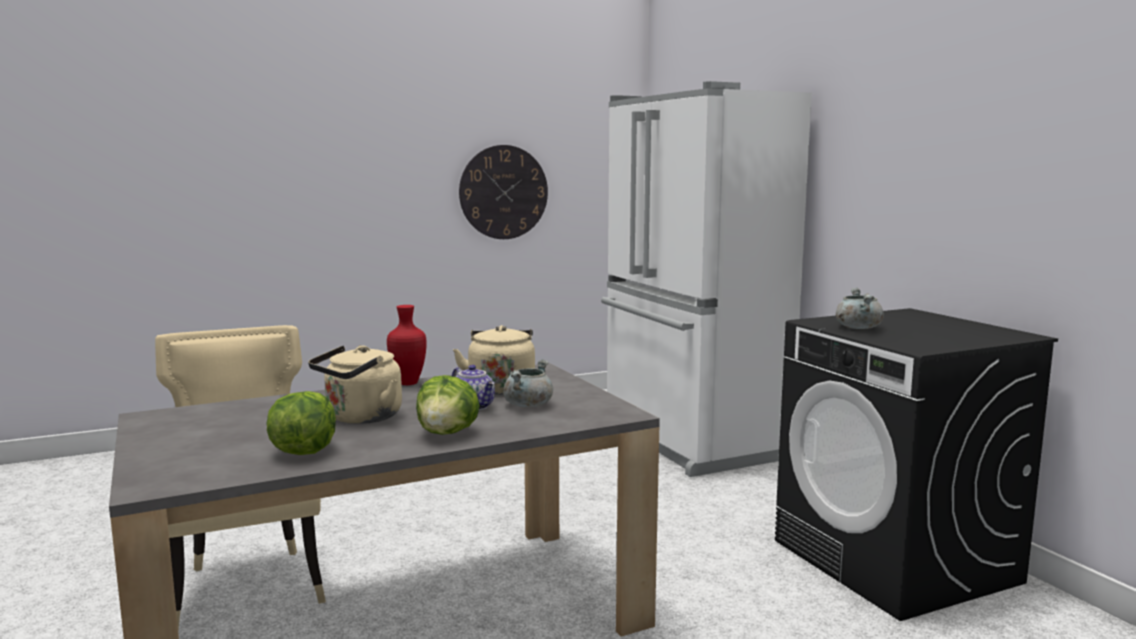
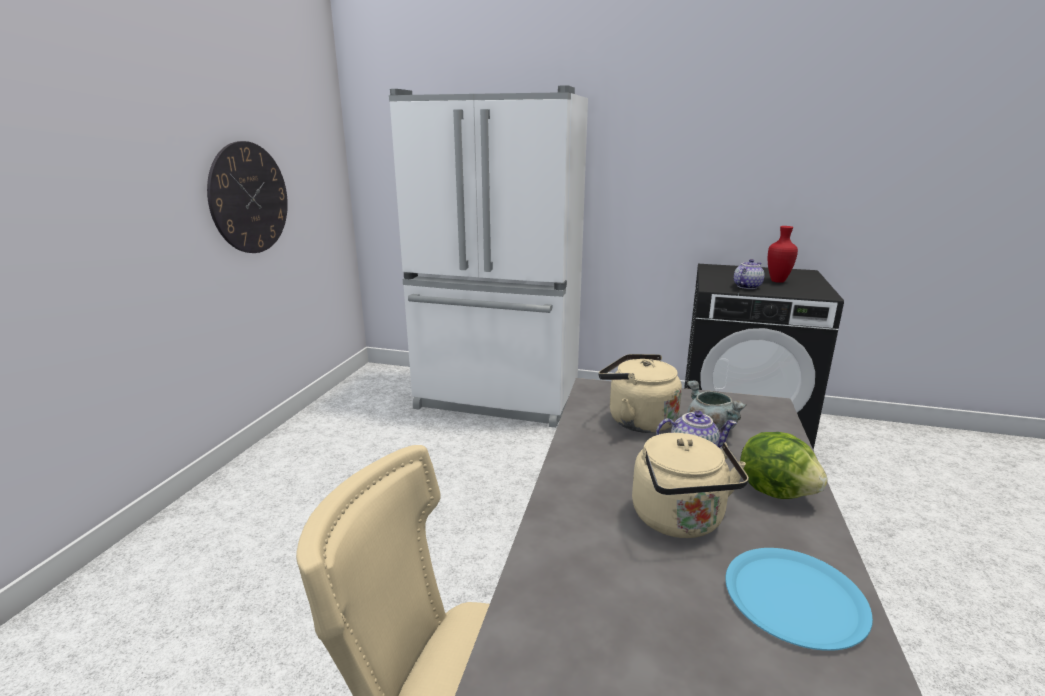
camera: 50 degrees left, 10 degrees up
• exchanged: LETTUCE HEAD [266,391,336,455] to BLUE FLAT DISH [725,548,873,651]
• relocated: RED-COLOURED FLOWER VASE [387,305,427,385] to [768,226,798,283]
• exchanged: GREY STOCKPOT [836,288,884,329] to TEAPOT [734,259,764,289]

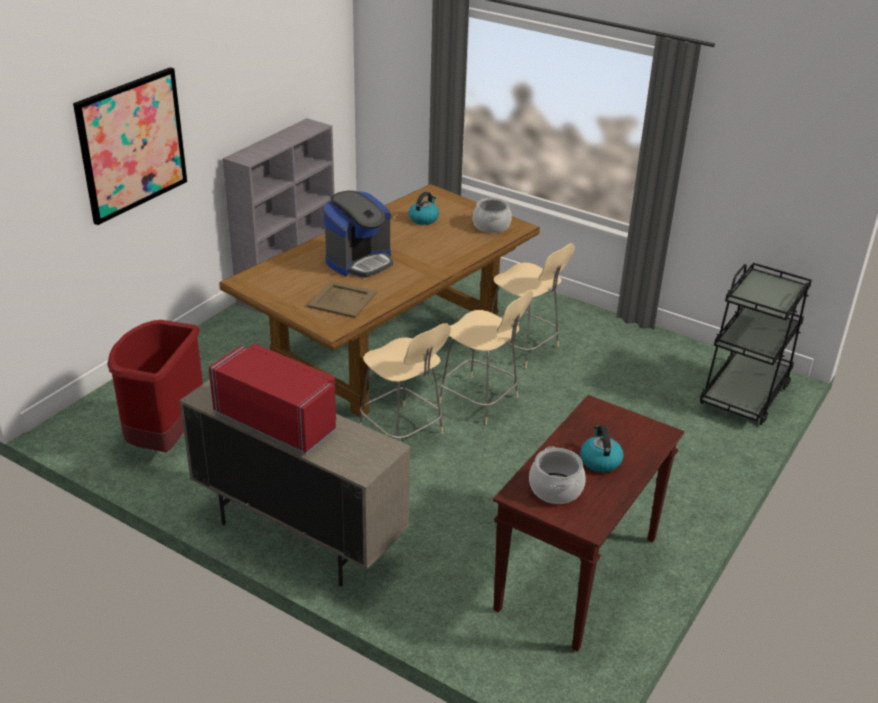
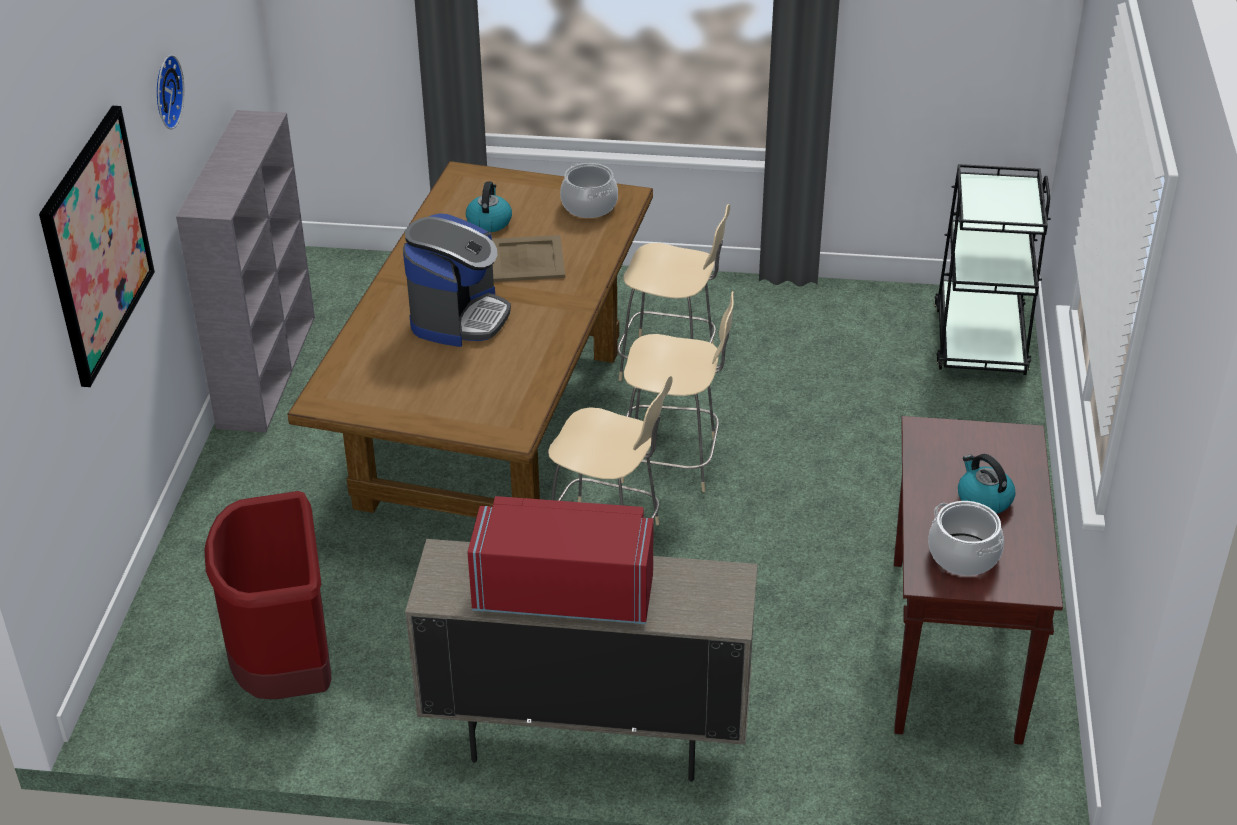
camera: 25 degrees left, 5 degrees up
• relocated: BEIGE SERVING TRAY [307,281,377,318] to [492,235,565,282]
• appeared: HANGING CLOCK [157,55,184,129]

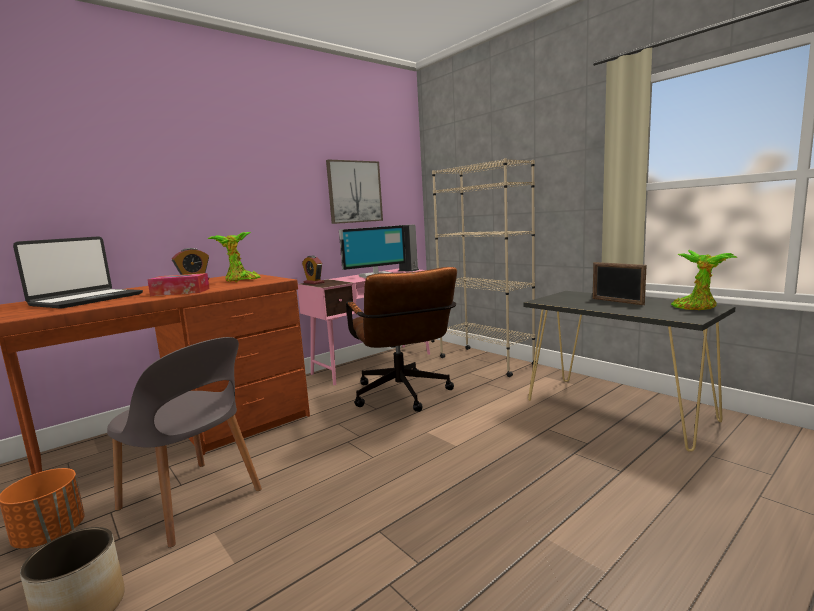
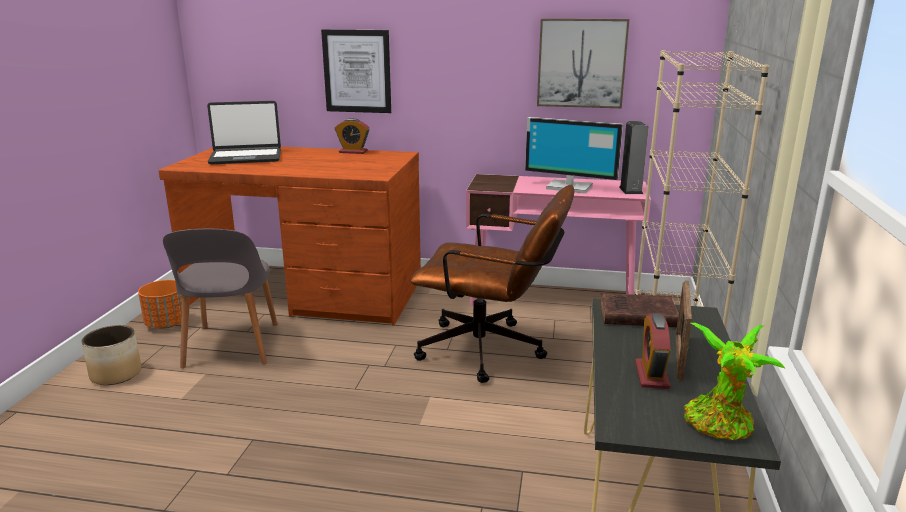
camera: 50 degrees right, 10 degrees up
• missing: BOX OF TISSUES [147,273,210,296]
• missing: POTTED PLANT [208,232,261,282]
• relocated: BEDSIDE CLOCK [302,255,324,284] to [635,314,671,389]
• spun: BROWNISH OFFICE CHAIR [346,267,457,412] = [410,185,574,383] 105 degrees counterclockwise
• appeared: PICTURE [321,29,391,113]
• appeared: BROWNISH VOLUME [600,293,679,327]

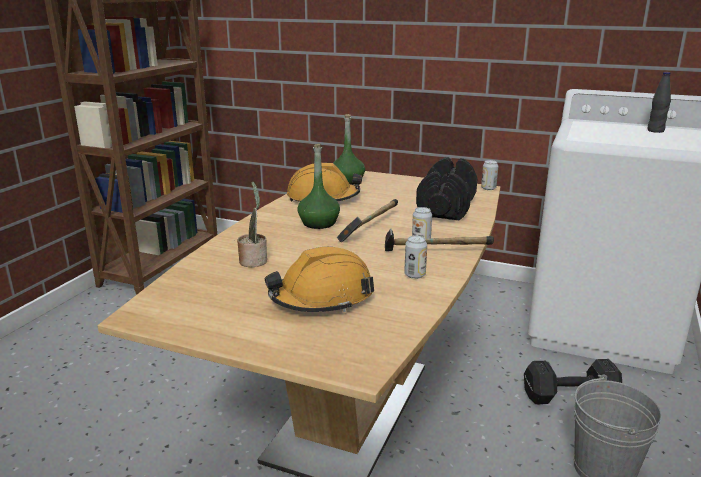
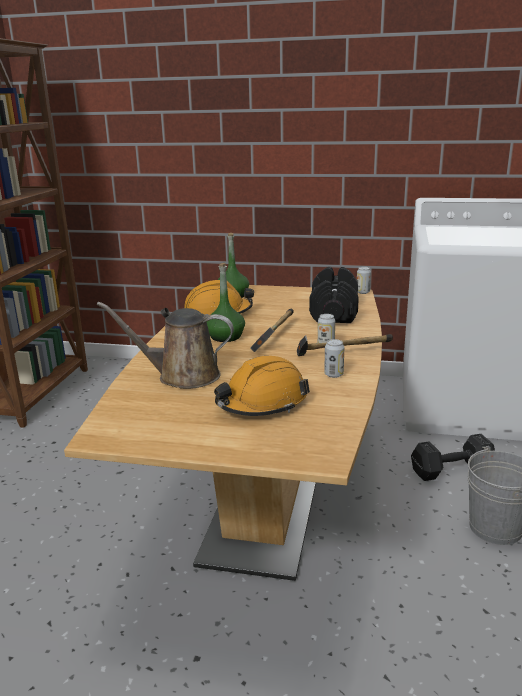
camera: 10 degrees left, 0 degrees up
• exchanged: POTTED PLANT [237,182,267,267] to BROWNISH SPRINKLING CAN [97,302,234,389]
• missing: BLACK-COLOURED BEVERAGE BOTTLE [647,72,671,133]

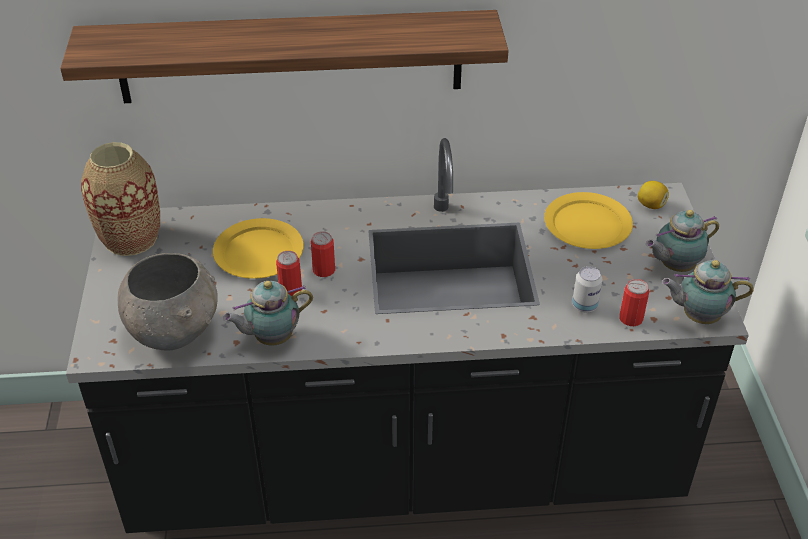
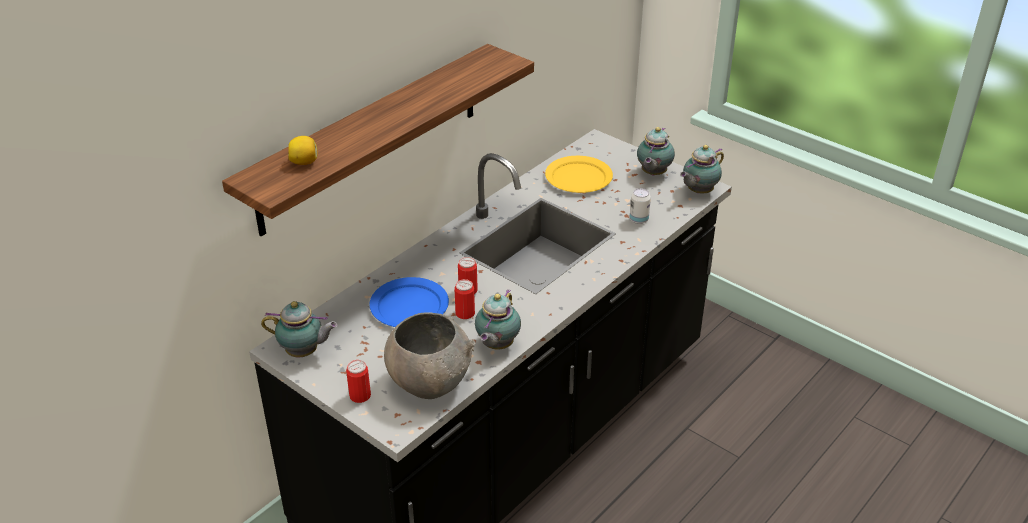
camera: 45 degrees left, 5 degrees down
• exchanged: FLOWER VASE [81,142,160,256] to TEAPOT [261,301,338,357]
• colour: YELLOW-COLOURED FLAT DISH [213,218,304,279] to BLUE FLAT DISH [369,277,449,327]
• relocated: CAN [619,279,649,326] to [346,360,371,403]
• relocated: LEMON [638,181,669,209] to [288,136,318,165]

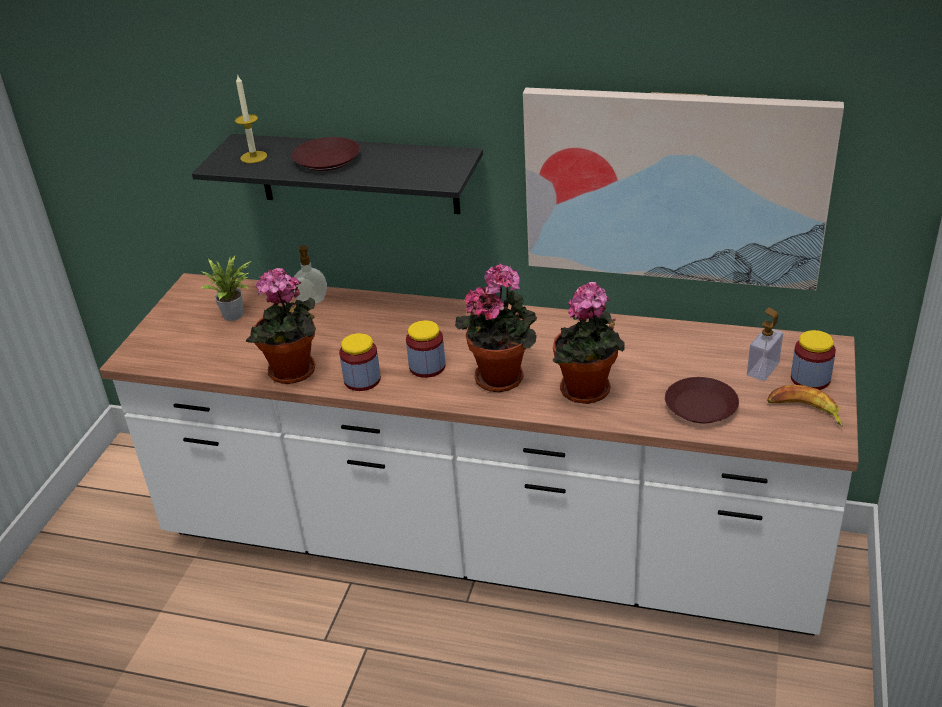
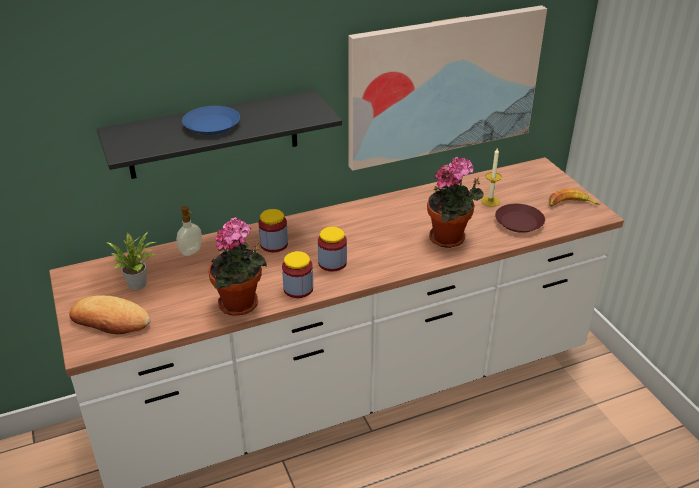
camera: 40 degrees left, 0 degrees up
• relocated: WAX LIGHT [235,74,267,163] to [481,148,502,206]
• colour: BROWNISH FLAT DISH [292,137,360,171] to BLUE FLAT DISH [182,106,240,135]
• missing: POTTED PLANT [455,264,537,392]
• missing: LIQUID SOAP BOTTLE [747,308,783,381]
• relocated: JAR [791,330,836,390] to [258,209,288,252]
• appeared: BREAD [69,295,151,334]

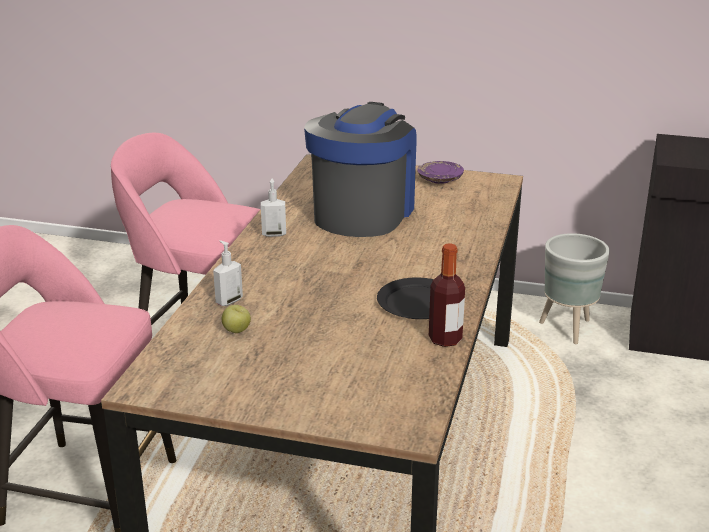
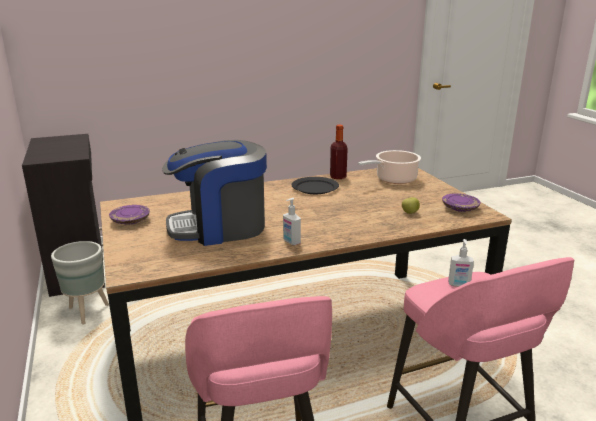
camera: 125 degrees left, 5 degrees down
• relocated: LIQUID SOAP BOTTLE [213,240,243,306] to [448,239,474,287]
• appeared: STOCKPOT [358,150,421,184]
• appeared: PURPLE-COLOURED FLAT DISH [442,193,481,212]

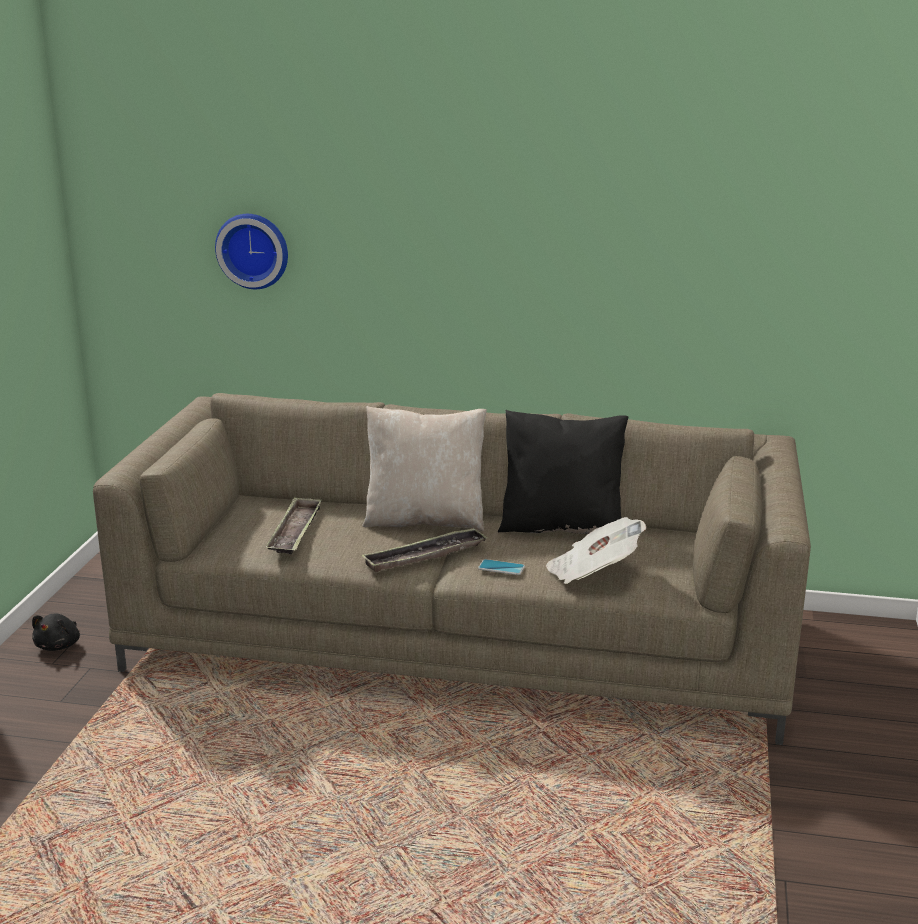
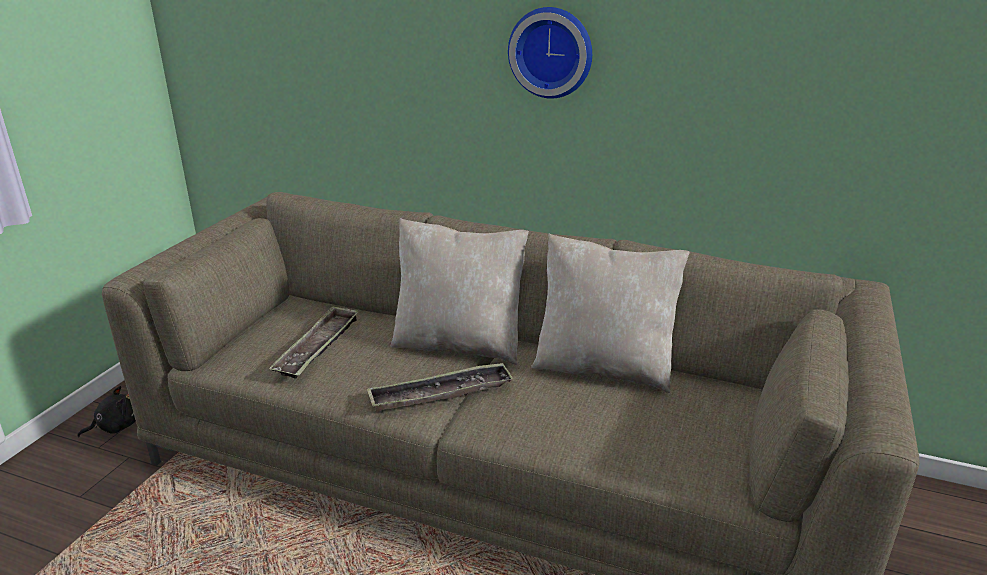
camera: 10 degrees right, 5 degrees up
• spun: BLACK-COLOURED PLUSH TOY [32,613,80,651] = [77,386,136,437] 150 degrees counterclockwise
• relocated: HANGING CLOCK [215,214,288,289] to [508,7,592,99]
• missing: HANDSET [478,559,525,575]
• colour: BLACK-COLOURED THROW PILLOW [498,410,628,534] to BEIGE THROW PILLOW [531,233,690,393]
• missing: NEWSPAPER [546,517,646,584]

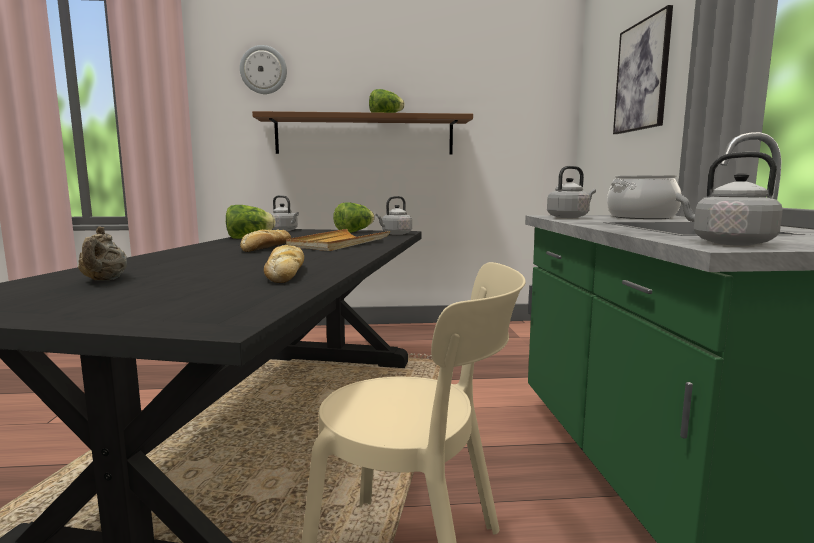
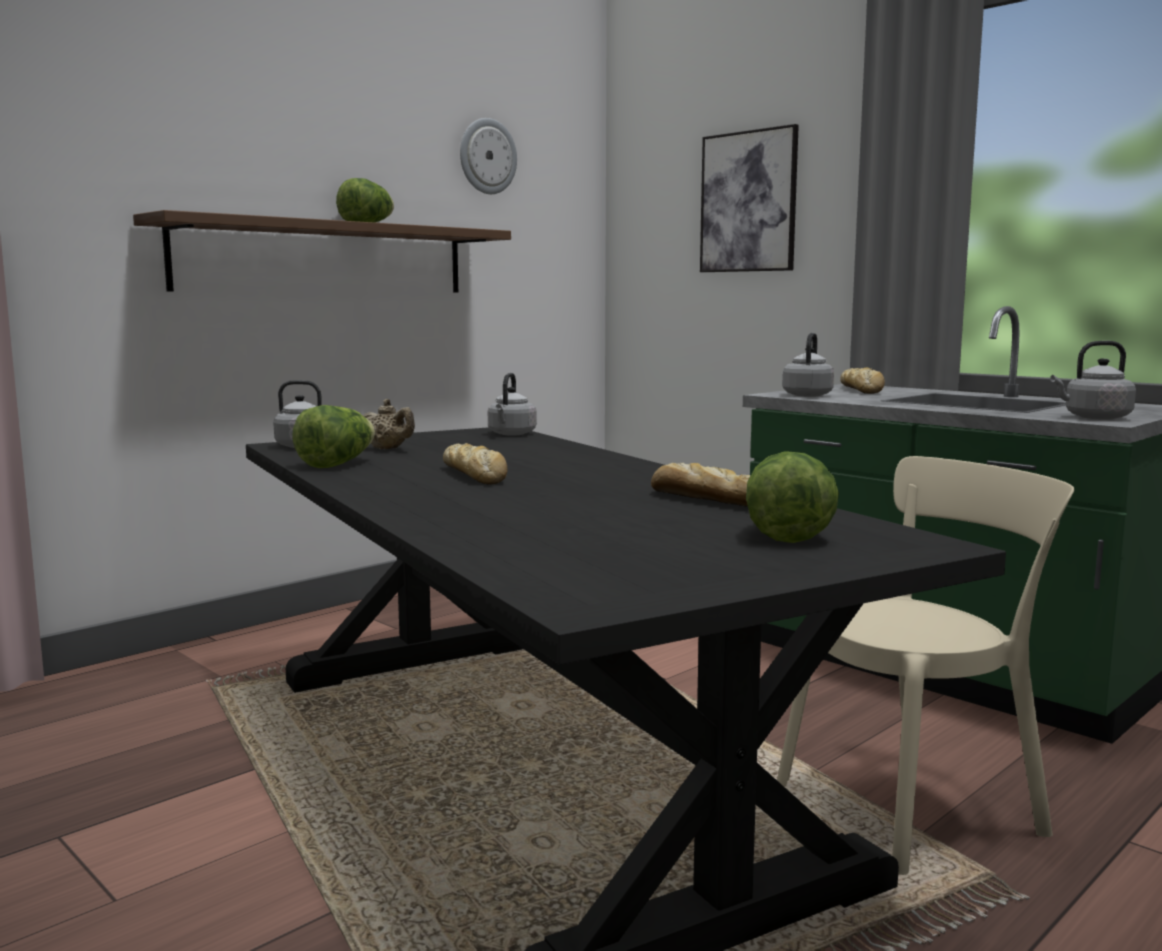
camera: 40 degrees left, 0 degrees up
• relocated: BEIGE TEAPOT [78,226,127,280] to [363,399,415,449]
• relocated: HANGING CLOCK [240,45,287,94] to [460,118,517,194]
• missing: BEIGE SERVING TRAY [286,229,390,251]
• relocated: LETTUCE HEAD [333,202,375,233] to [746,451,839,543]
• exchanged: STOCKPOT [607,175,681,219] to BREAD [840,367,885,394]

